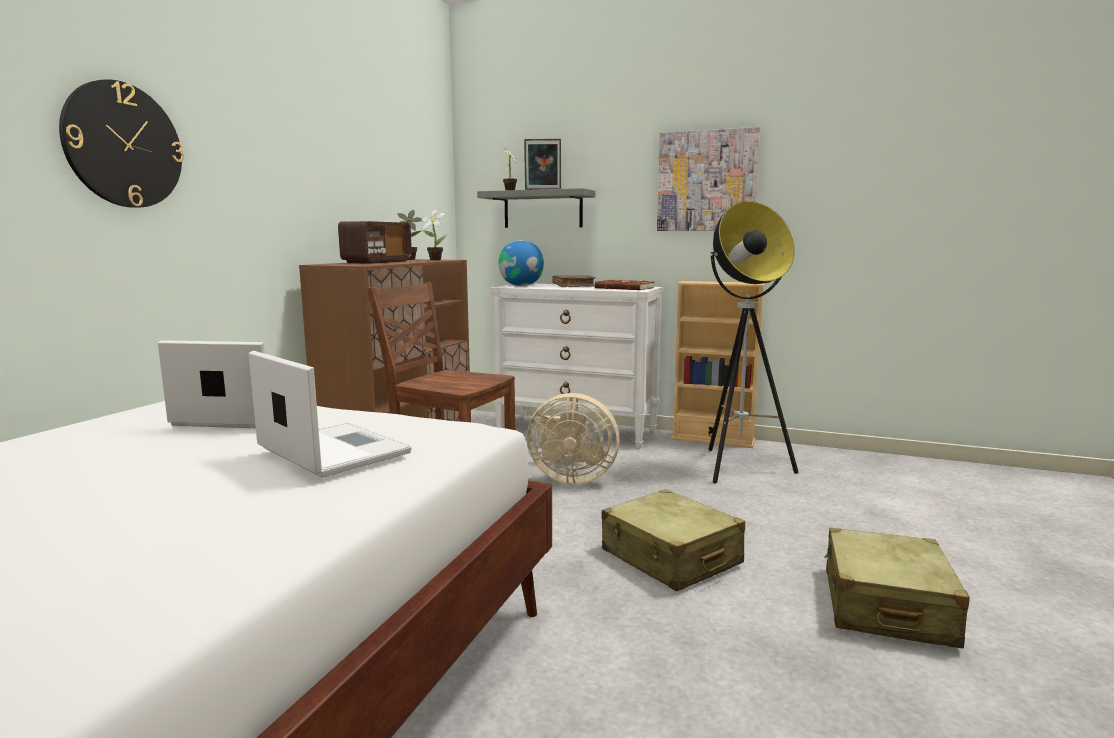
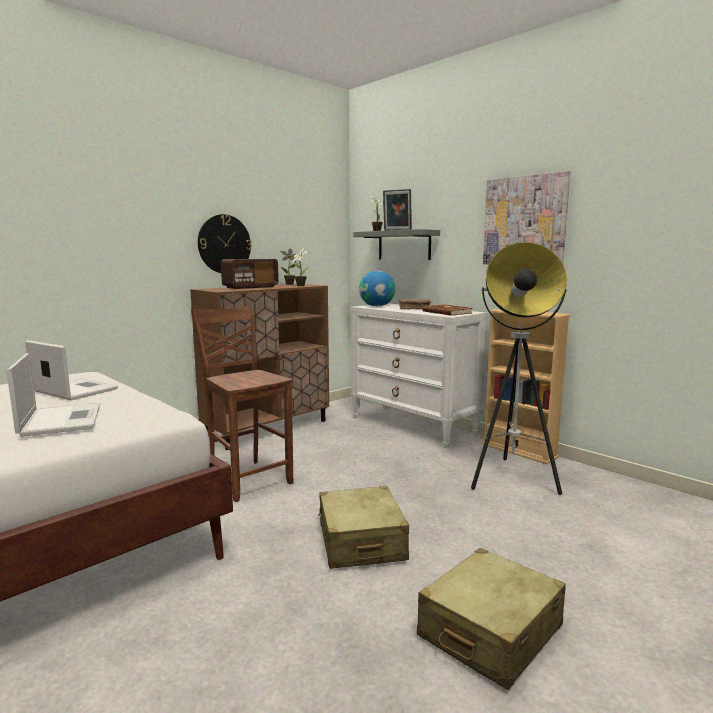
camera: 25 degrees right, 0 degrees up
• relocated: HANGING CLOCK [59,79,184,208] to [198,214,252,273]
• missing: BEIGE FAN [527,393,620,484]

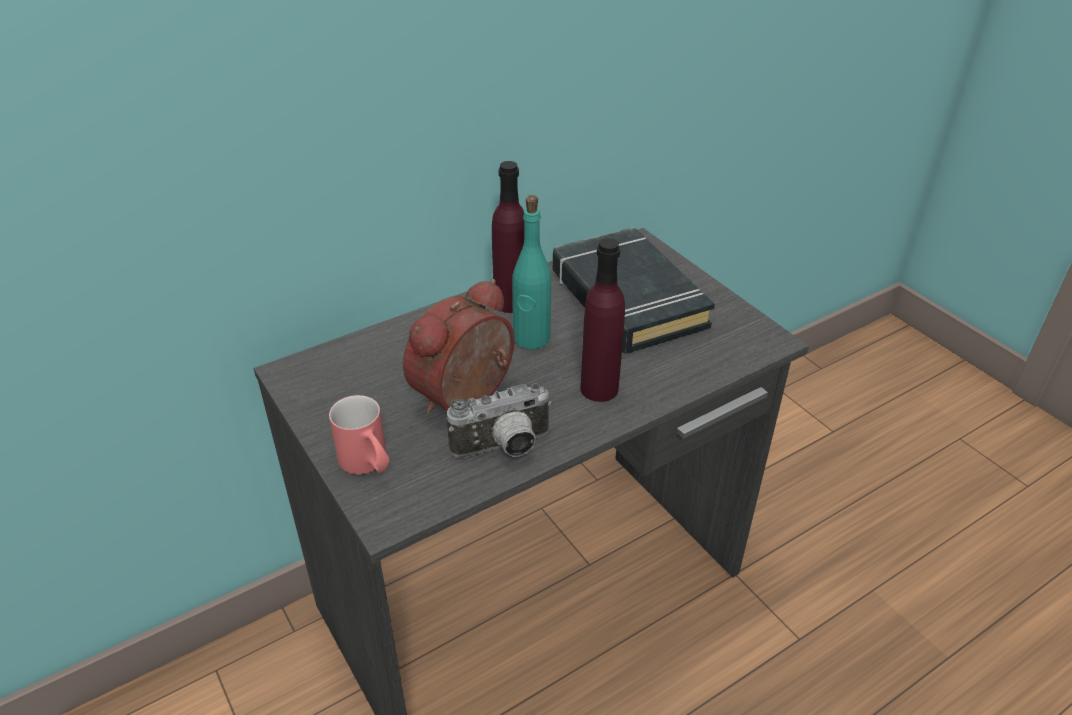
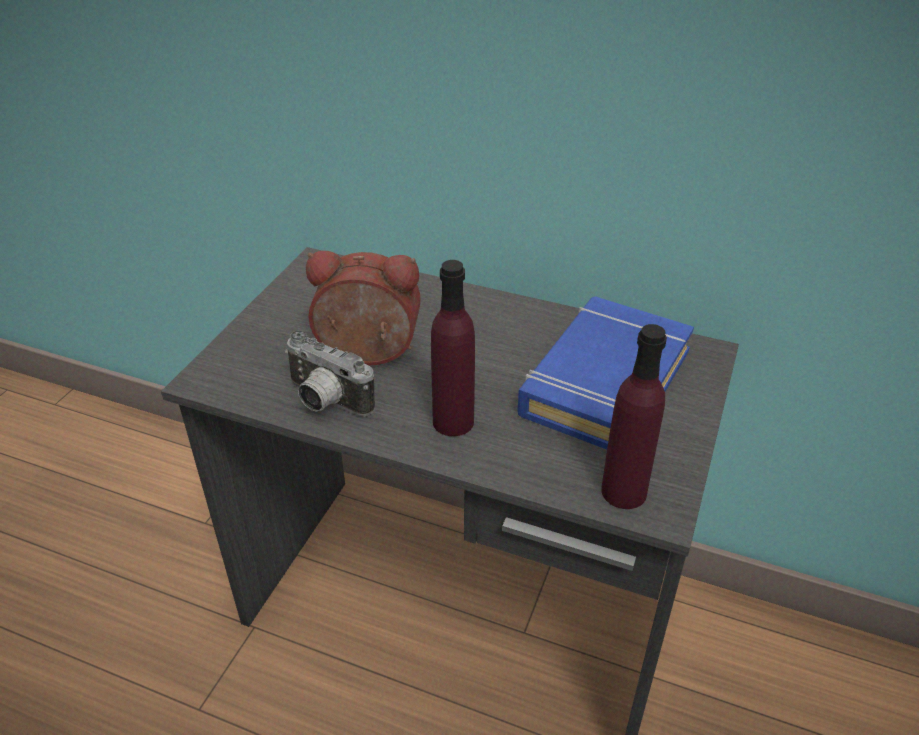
camera: 55 degrees right, 0 degrees up
• missing: RED-COLOURED TEA MUG [329,395,390,474]
• relocated: PURPLE-COLOURED BEVERAGE BOTTLE [492,161,524,313] to [601,324,667,509]
• missing: BLUE-GREEN BEVERAGE BOTTLE [512,195,551,350]
• colour: BLACK-COLOURED VOLUME [553,227,715,354] to BLUE VOLUME [518,297,694,450]

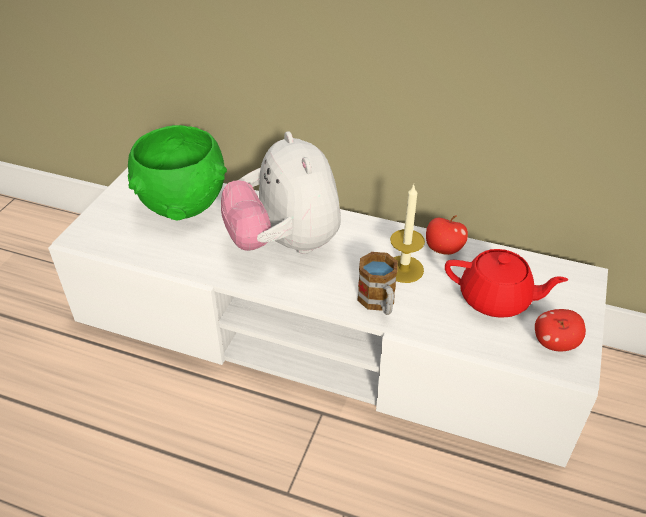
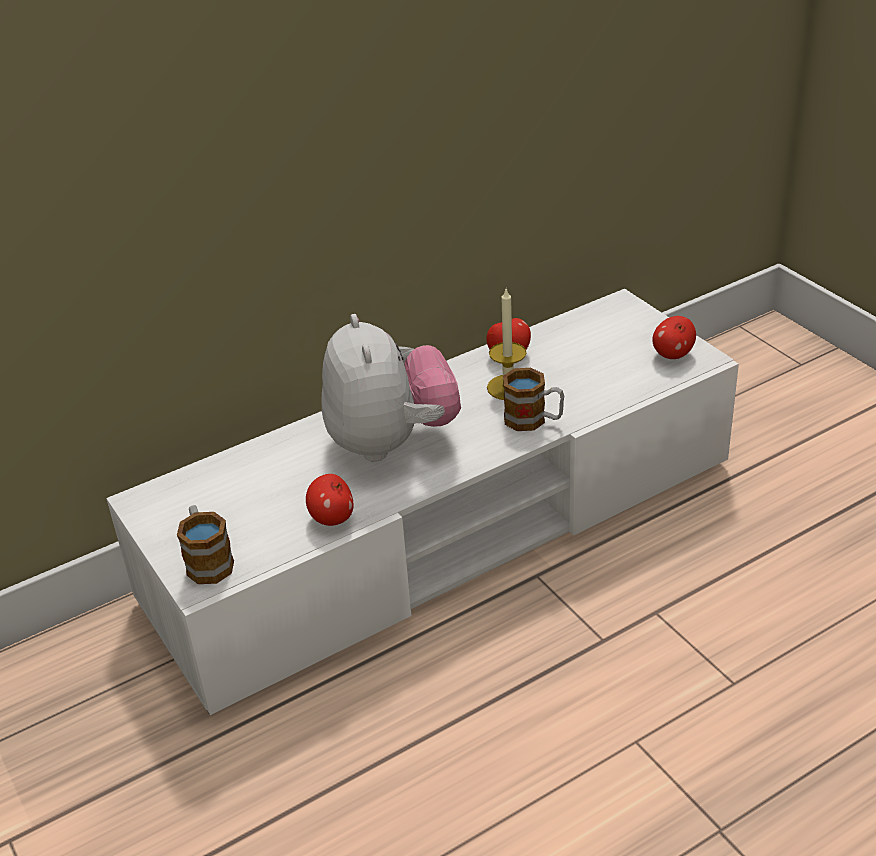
camera: 50 degrees left, 5 degrees down
• missing: GREEN-COLOURED BOWL [128,125,227,220]
• spun: PLUSH TOY [221,131,341,254] = [322,314,461,462] 120 degrees counterclockwise
• missing: RED-COLOURED TEAPOT [445,249,568,318]
• appeared: TEA MUG [177,505,234,584]
• appeared: APPLE [306,474,354,526]

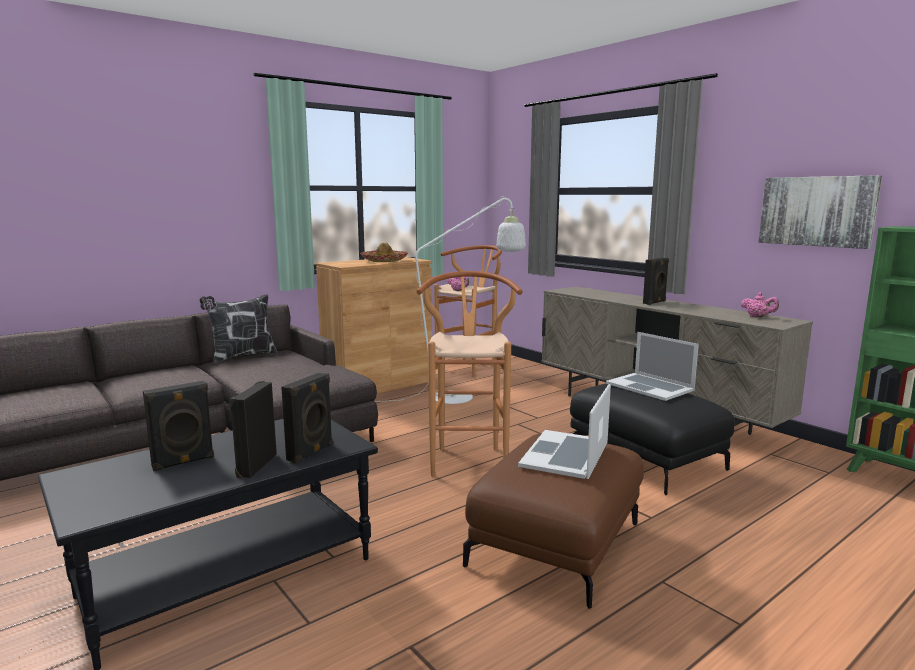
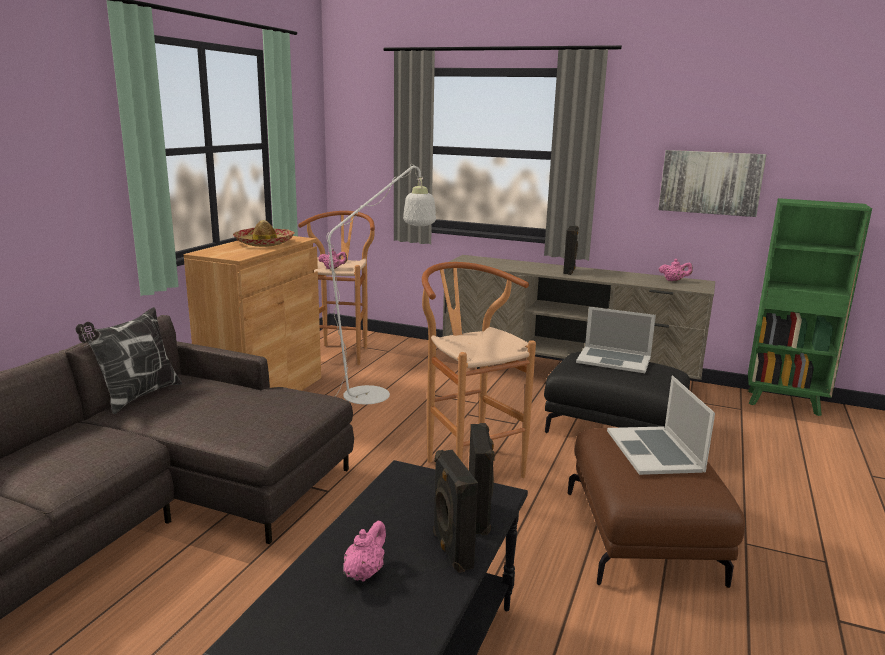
camera: 30 degrees left, 5 degrees up
• exchanged: BLACK-COLOURED AUDIO SPEAKER [143,381,214,471] to PINKISH TEAPOT [343,521,386,582]

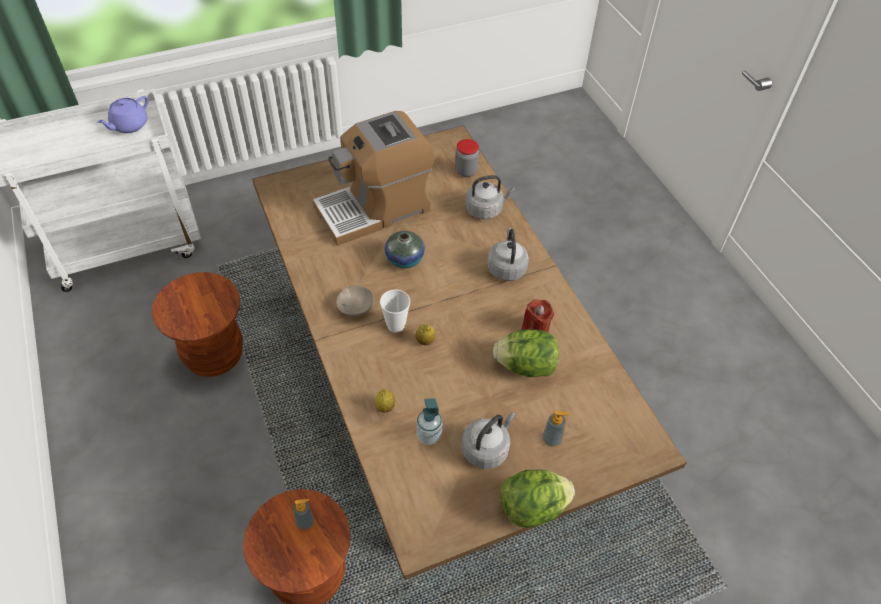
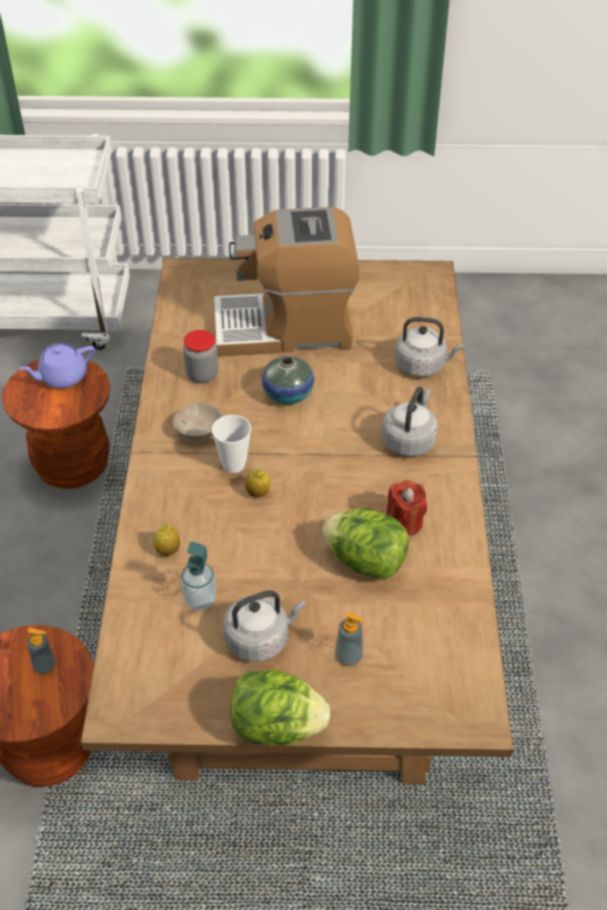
camera: 25 degrees right, 5 degrees down
• relocated: PURPLE-COLOURED TEAPOT [97,96,149,133] to [19,343,95,389]
• relocated: JAR [455,139,479,177] to [183,330,218,383]

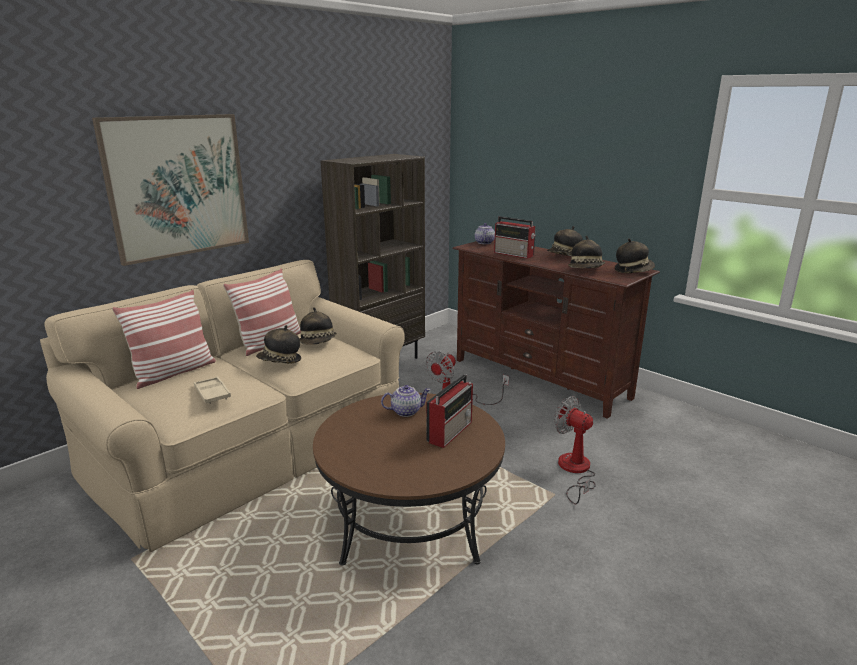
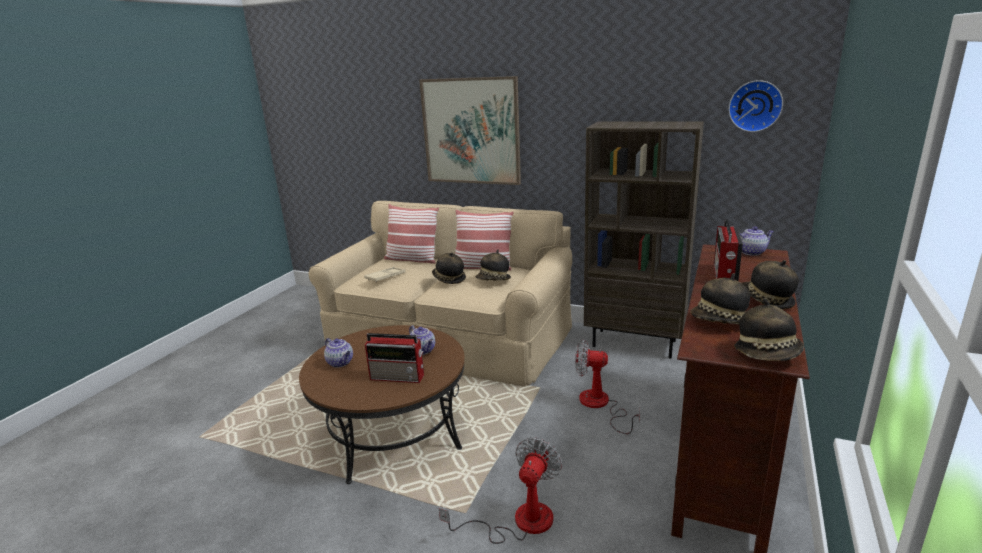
camera: 70 degrees right, 0 degrees up
• appeared: TEAPOT [324,338,353,368]
• appeared: HANGING CLOCK [728,80,783,132]

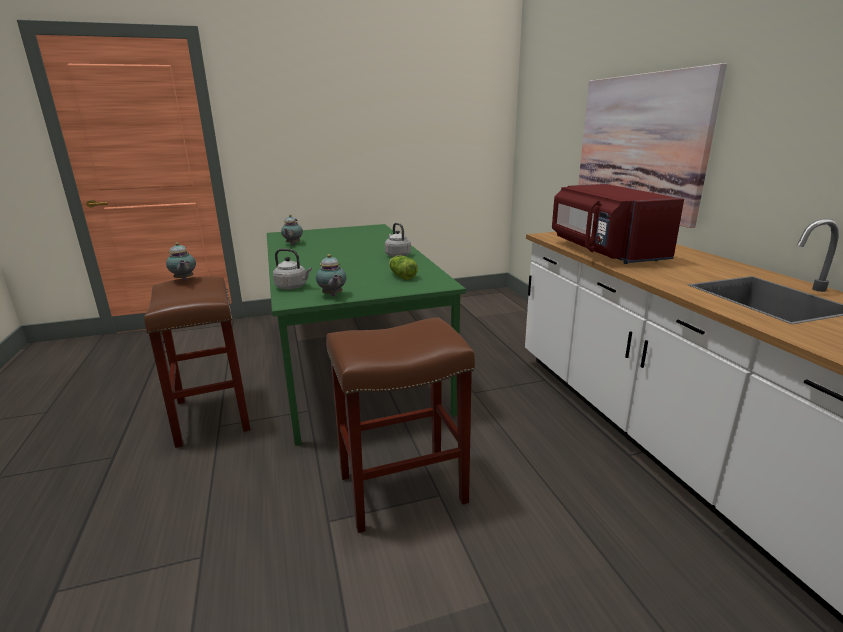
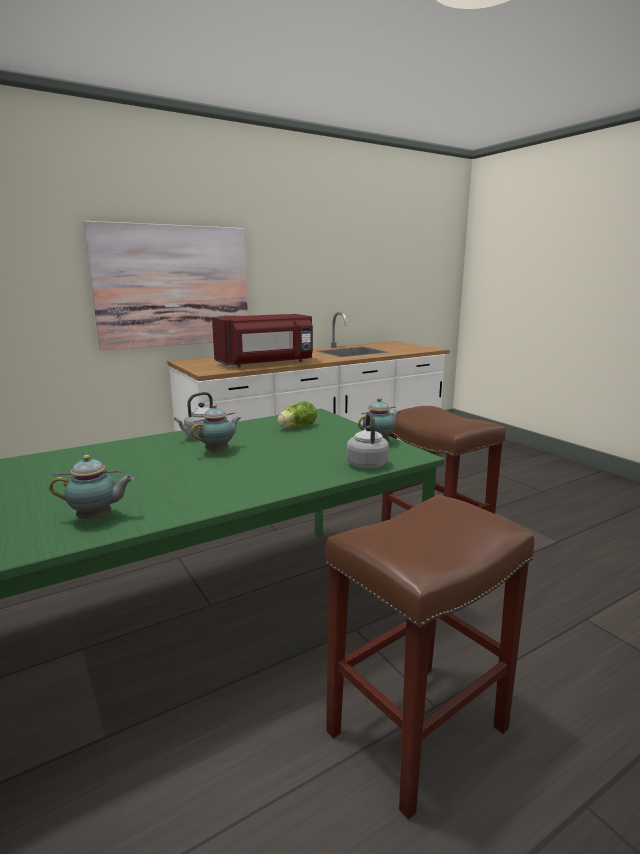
camera: 105 degrees left, 5 degrees down
• relocated: TEAPOT [166,242,196,280] to [191,404,240,453]

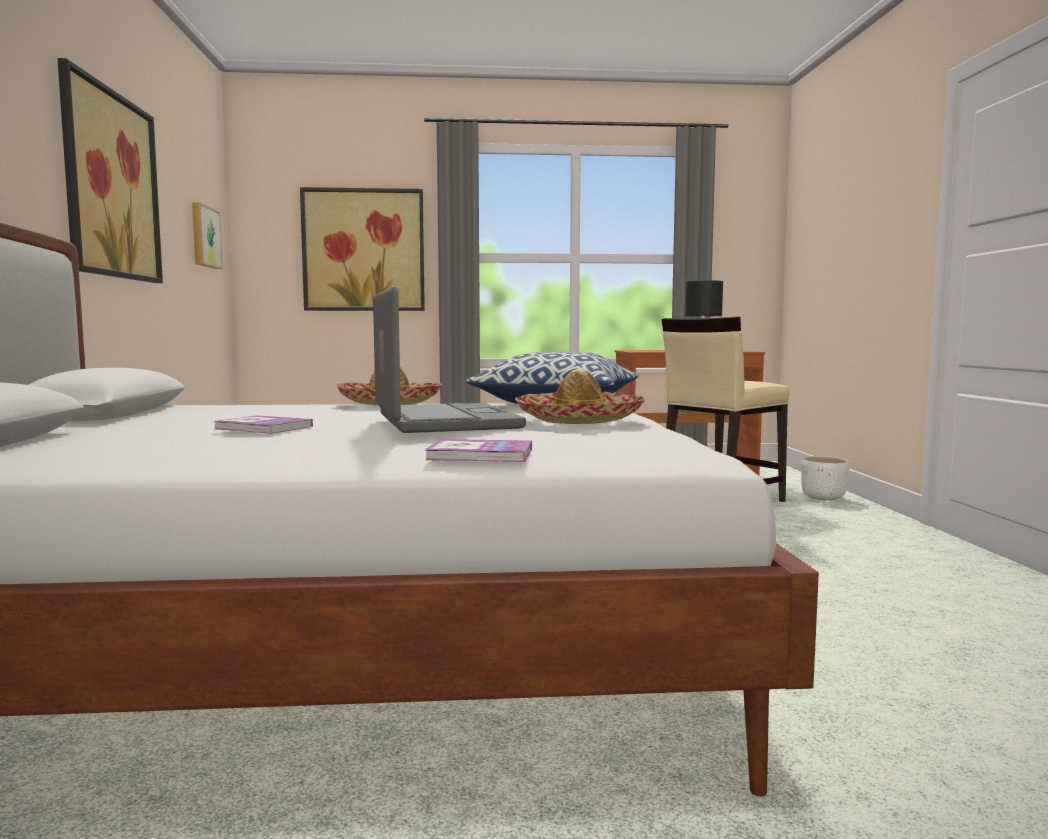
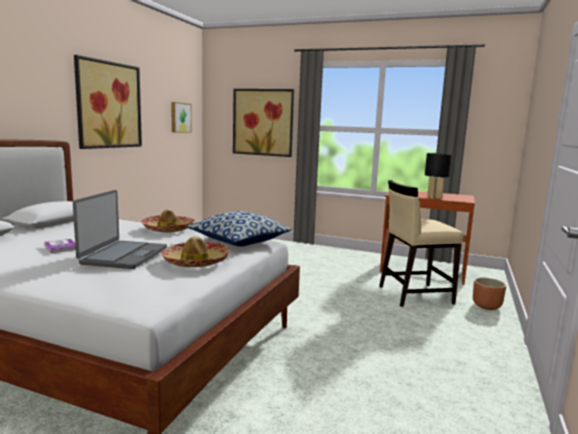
camera: 25 degrees right, 5 degrees up
• missing: VOLUME [425,439,532,462]
• colour: WHITE PLANT POT [801,456,849,501] to BROWNISH PLANT POT [473,277,506,310]

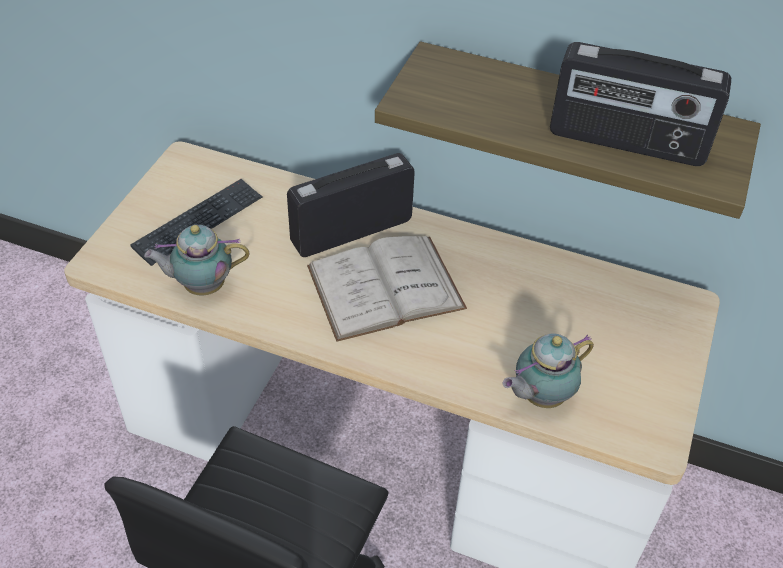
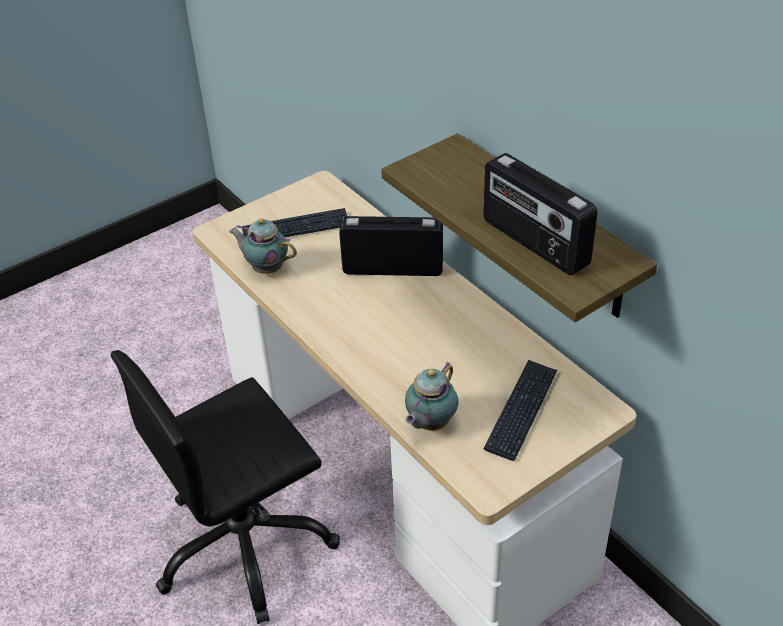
camera: 35 degrees right, 5 degrees down
• missing: WHITE VOLUME [307,236,467,342]
• spun: TEAPOT [503,334,594,408] = [405,362,458,431] 60 degrees counterclockwise
• appeared: COMPUTER KEYBOARD [484,360,558,461]

